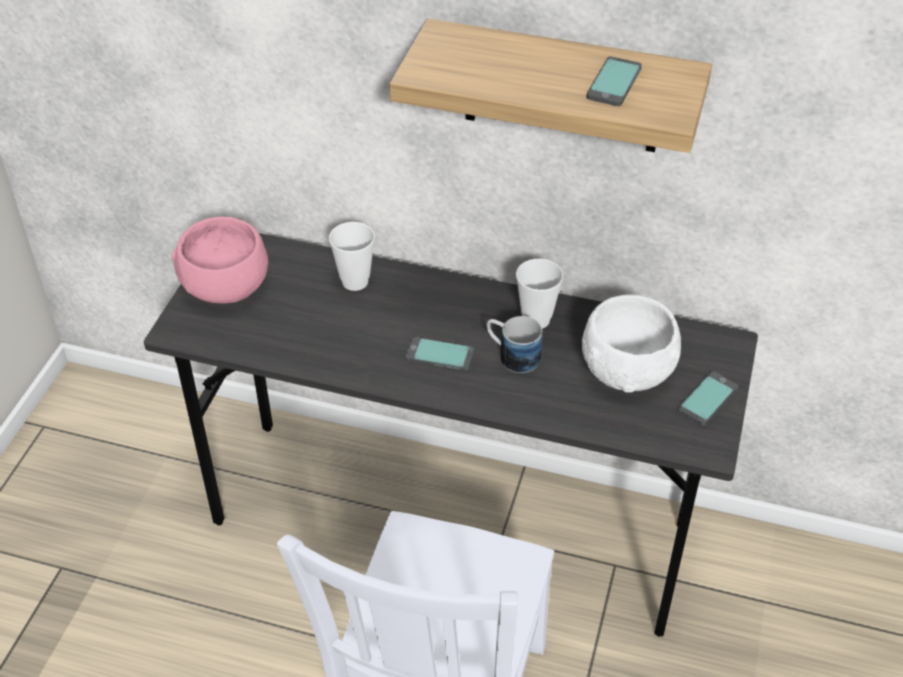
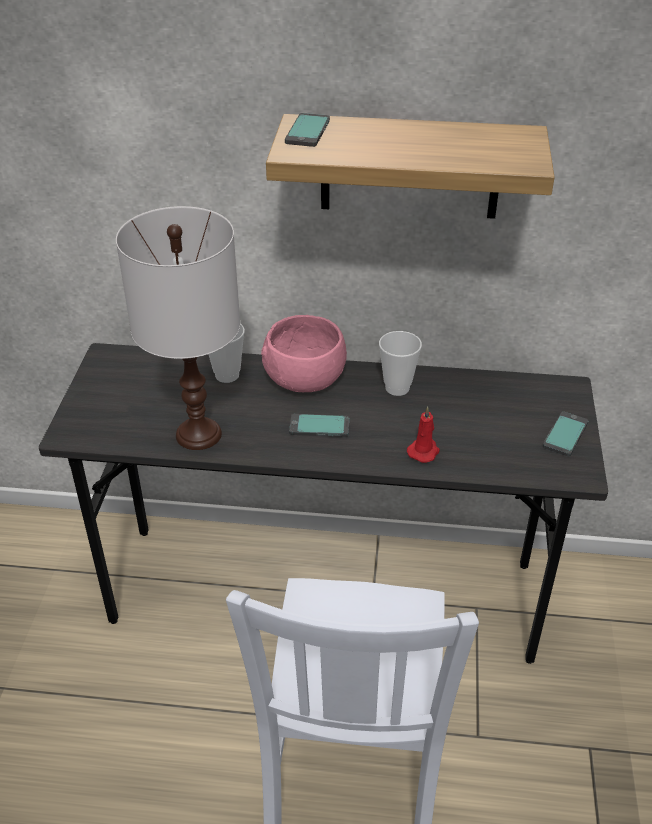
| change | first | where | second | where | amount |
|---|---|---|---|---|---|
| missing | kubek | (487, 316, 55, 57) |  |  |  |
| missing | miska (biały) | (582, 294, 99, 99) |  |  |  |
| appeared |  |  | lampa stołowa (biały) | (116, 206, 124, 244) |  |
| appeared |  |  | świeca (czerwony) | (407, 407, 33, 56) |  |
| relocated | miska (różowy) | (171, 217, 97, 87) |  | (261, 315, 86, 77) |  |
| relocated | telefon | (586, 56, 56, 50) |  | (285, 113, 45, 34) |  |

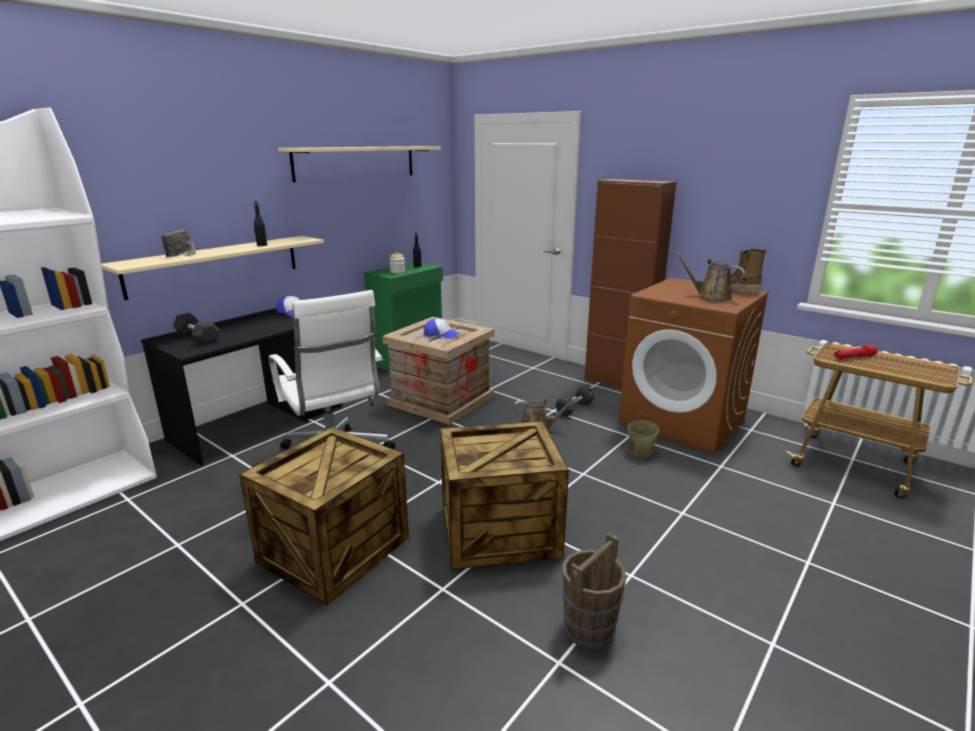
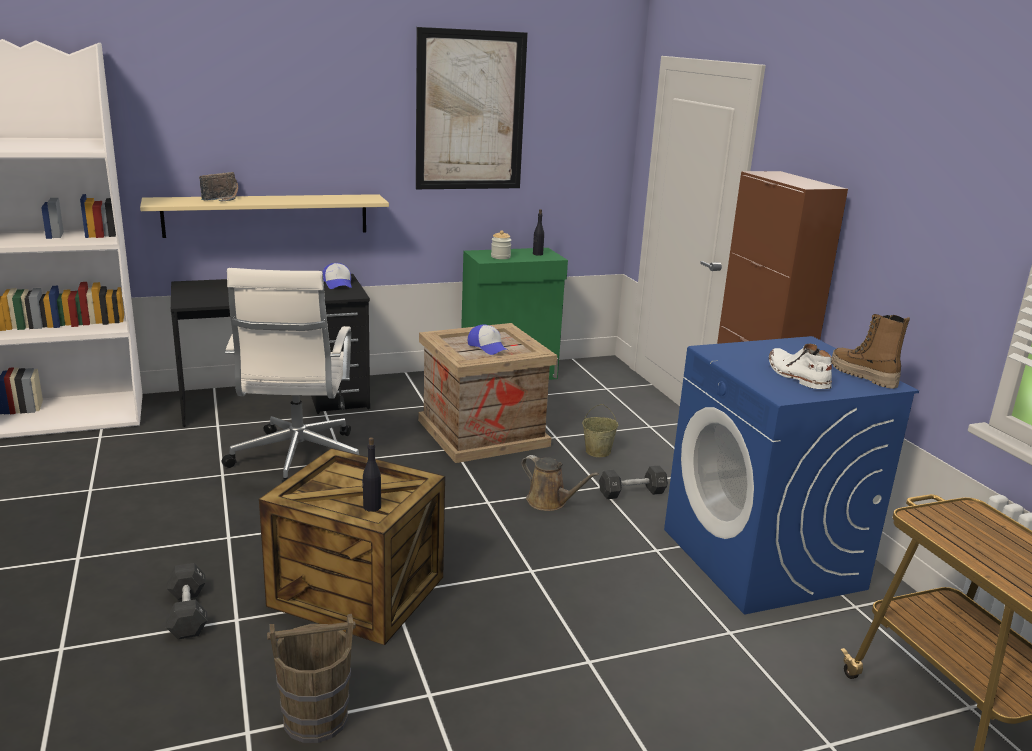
| change | first | where | second | where | amount |
|---|---|---|---|---|---|
| missing | skrzynka | (239, 427, 170, 178) |  |  |  |
| missing | latarka (czerwony) | (834, 345, 44, 14) |  |  |  |
| relocated | hantel (czarny) | (173, 313, 47, 32) |  | (166, 563, 41, 76) |  |
| relocated | butelka (czarny) | (254, 201, 13, 45) |  | (362, 437, 19, 75) |  |
| relocated | wiadro (beżowy) | (628, 411, 31, 46) |  | (582, 404, 36, 53) |  |
| exchanged | półka (beżowy) | (278, 146, 163, 36) | obraz | (416, 27, 112, 162) |  |
| exchanged | konewka (brązowy) | (675, 252, 70, 50) | but z cholewką (biały) | (769, 344, 63, 45) |  |
| colour | pralka (brązowy) | (619, 277, 150, 177) | pralka (niebieski) | (664, 336, 255, 278) |  |

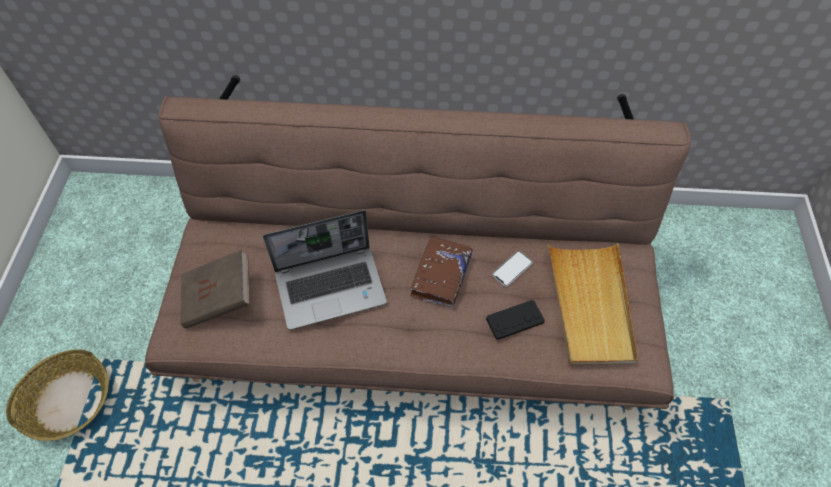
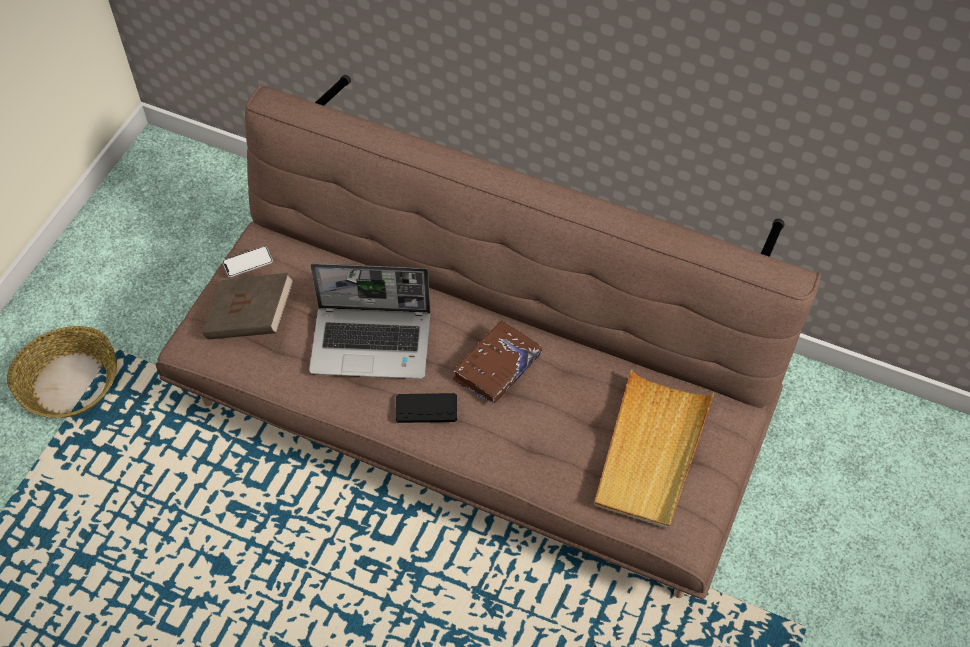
| change | first | where | second | where | amount |
|---|---|---|---|---|---|
| relocated | pad do gier (czarny) | (486, 300, 59, 40) |  | (396, 393, 61, 30) |  |
| relocated | telefon | (492, 251, 41, 36) |  | (222, 246, 51, 31) |  |

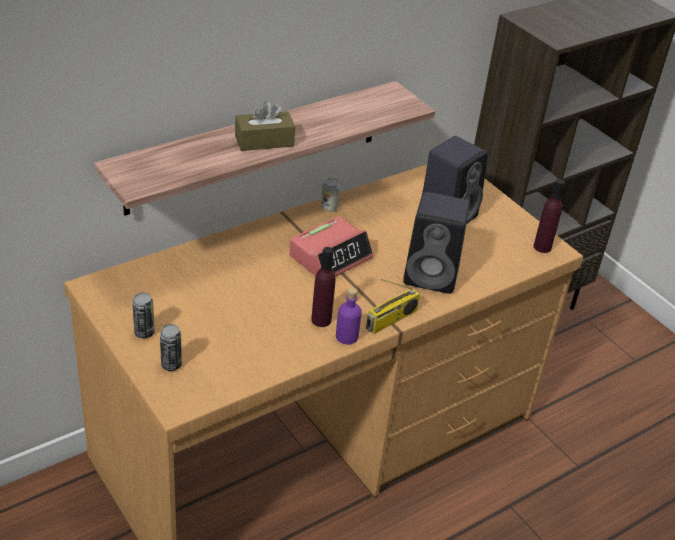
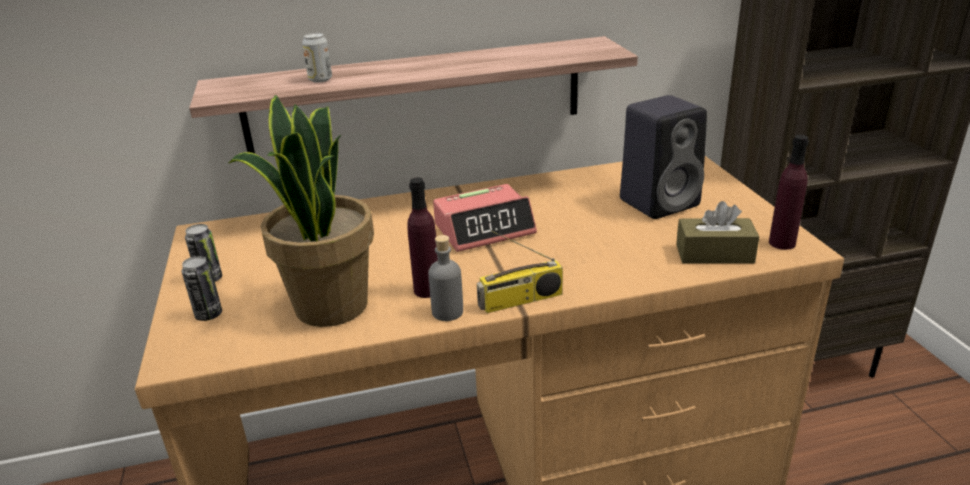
| change | first | where | second | where | amount |
|---|---|---|---|---|---|
| missing | głośnik (czarny) | (403, 192, 67, 102) |  |  |  |
| appeared |  |  | roślina doniczkowa | (229, 95, 145, 232) |  |
| relocated | pudełko chusteczek (brązowy) | (235, 101, 60, 50) |  | (676, 201, 84, 62) |  |
| relocated | puszka | (321, 178, 19, 34) |  | (302, 33, 30, 50) |  |
| colour | butelka (fioletowy) | (336, 287, 26, 58) | butelka (szary) | (428, 235, 35, 86) |  |

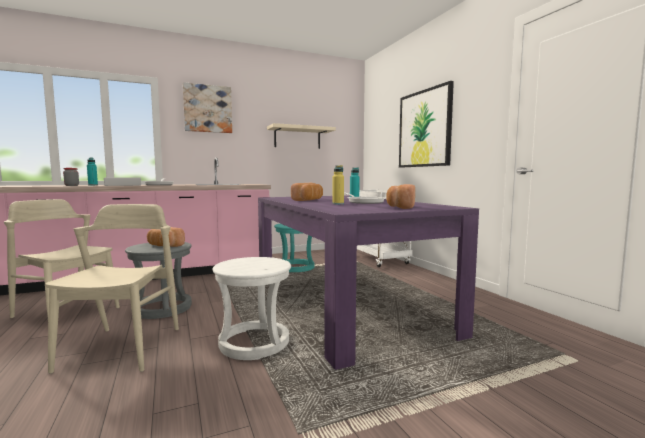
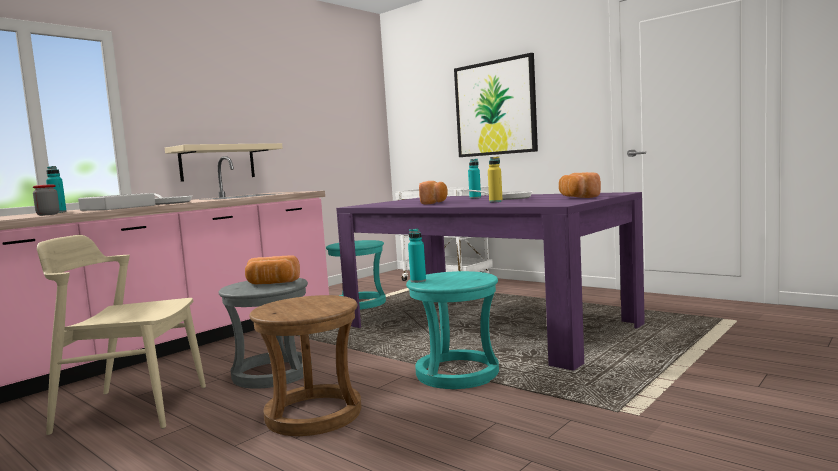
| change | first | where | second | where | amount |
|---|---|---|---|---|---|
| missing | obraz | (183, 82, 49, 51) |  |  |  |
| appeared |  |  | butelka (turkusowy) | (408, 228, 18, 55) |  |
| relocated | półka (beżowy) | (267, 123, 69, 26) |  | (165, 143, 118, 39) |  |
| exchanged | krzesło (beżowy) | (45, 204, 134, 170) | stołek (brązowy) | (249, 295, 112, 141) |  |
| colour | stołek (biały) | (213, 257, 78, 103) | stołek (turkusowy) | (406, 271, 93, 118) |  |

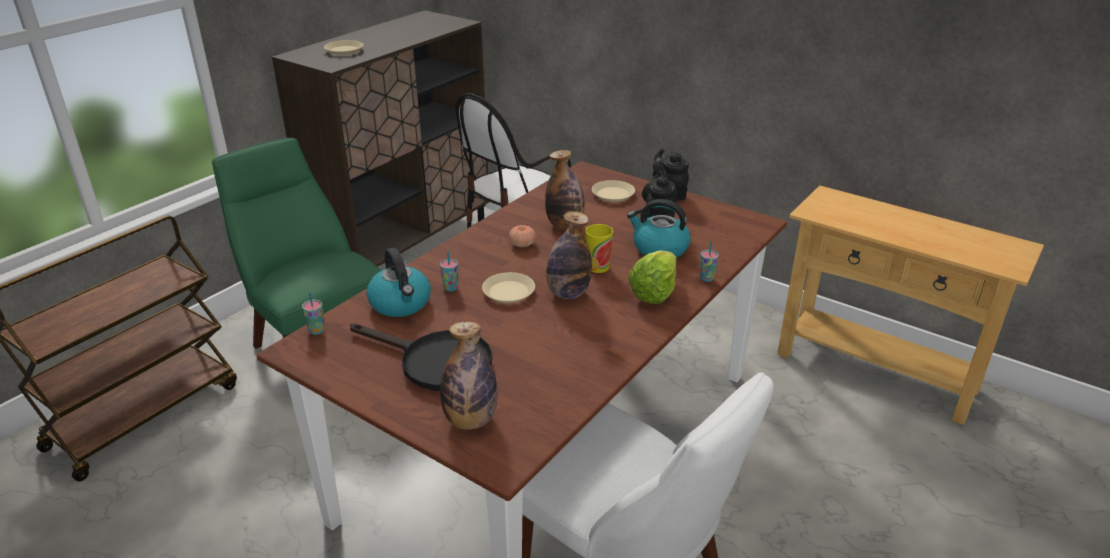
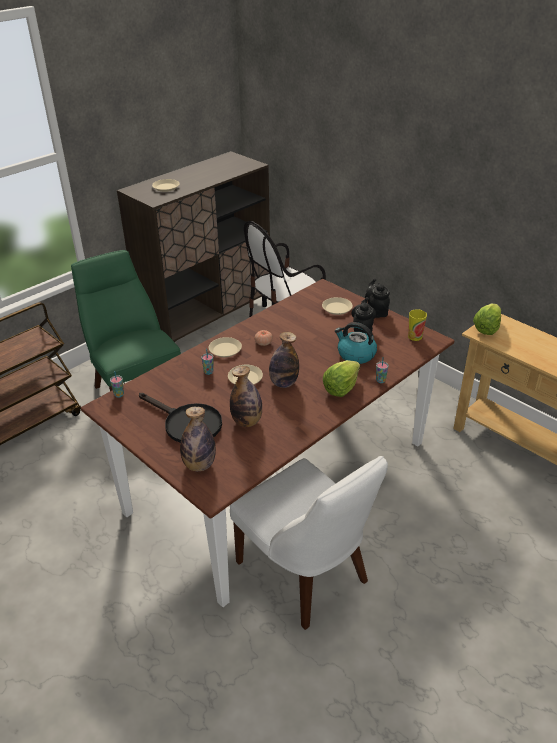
| change | first | where | second | where | amount |
|---|---|---|---|---|---|
| missing | czajnik | (366, 248, 65, 69) |  |  |  |
| appeared |  |  | talerz (beżowy) | (209, 337, 33, 20) |  |
| appeared |  |  | sałata | (473, 303, 28, 32) |  |
| relocated | butelka | (545, 150, 40, 79) |  | (230, 366, 32, 61) |  |
| relocated | filiżanka | (585, 224, 28, 49) |  | (408, 309, 19, 32) |  |

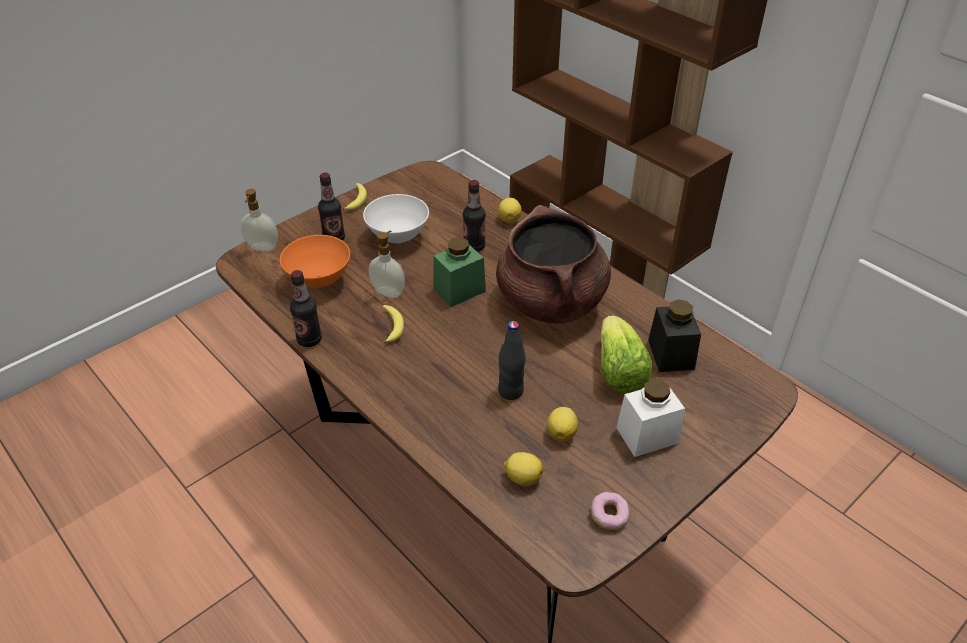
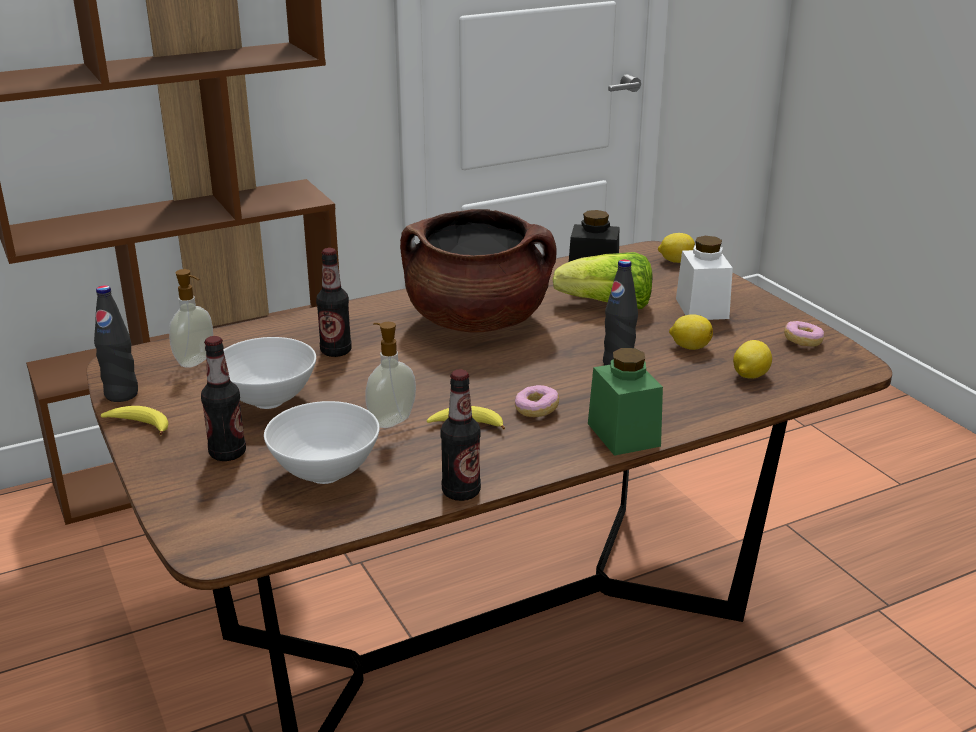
| change | first | where | second | where | amount |
|---|---|---|---|---|---|
| appeared |  |  | butelka (czarny) | (94, 285, 44, 117) |  |
| appeared |  |  | donut | (515, 385, 44, 32) |  |
| relocated | dozownik mydła | (240, 189, 38, 62) |  | (169, 269, 44, 99) |  |
| relocated | słoik (zielony) | (433, 237, 53, 70) |  | (588, 348, 75, 108) |  |
| relocated | cytryna | (498, 198, 24, 25) |  | (658, 233, 37, 30) |  |
| colour | miska (pomarańczowy) | (280, 235, 70, 53) | miska (biały) | (264, 401, 116, 83) |  |

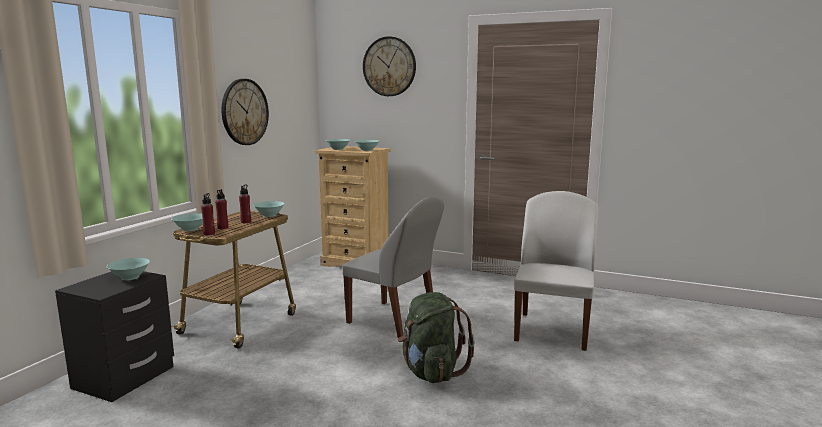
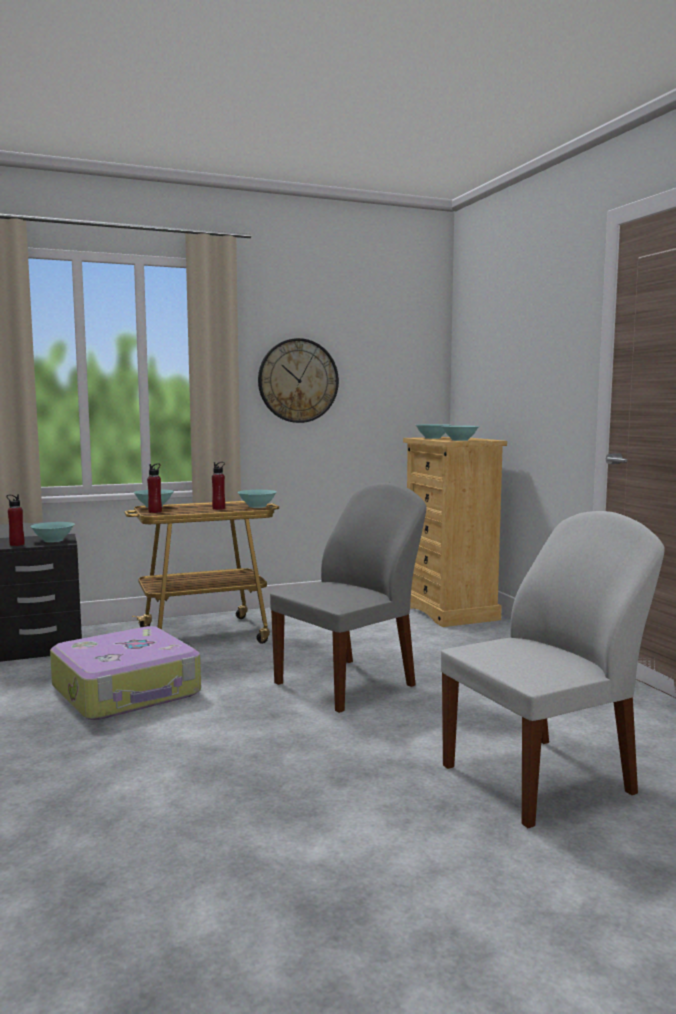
| change | first | where | second | where | amount |
|---|---|---|---|---|---|
| missing | zegar ścienny | (363, 36, 53, 60) |  |  |  |
| missing | plecak (zielony) | (398, 292, 77, 91) |  |  |  |
| appeared |  |  | walizka | (50, 626, 151, 94) |  |
| relocated | butelka (czerwony) | (215, 189, 14, 40) |  | (6, 494, 19, 52) |  |
| spun | krzesło (szary) | (342, 197, 102, 141) |  | (270, 483, 156, 230) | 120 degrees counterclockwise |

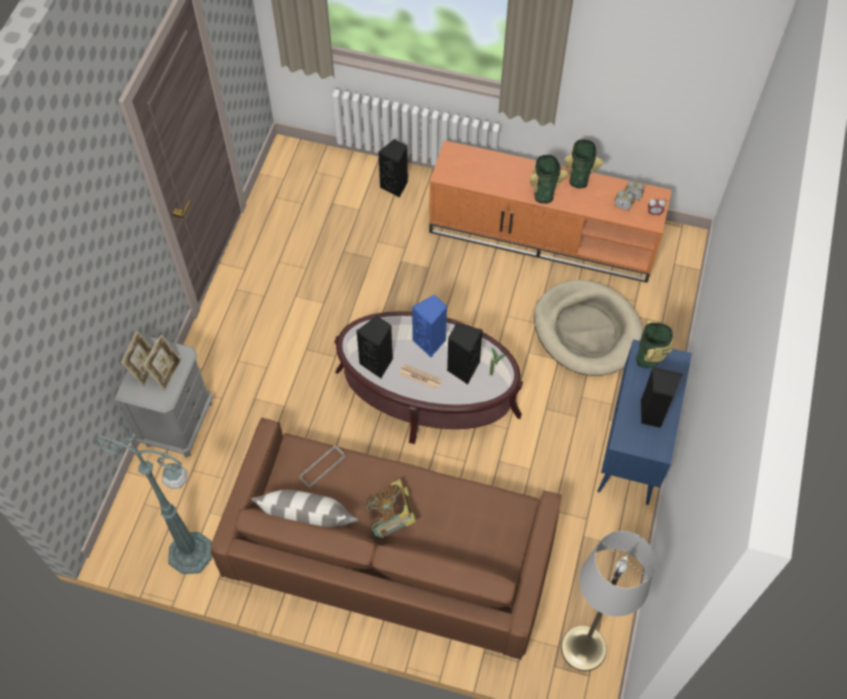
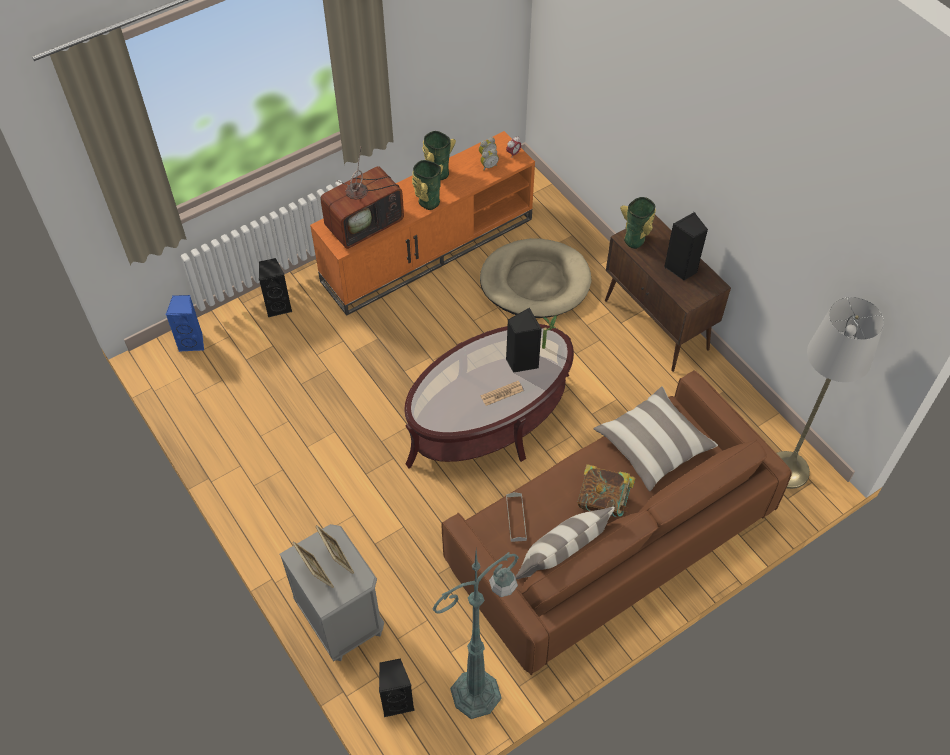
| change | first | where | second | where | amount |
|---|---|---|---|---|---|
| appeared |  |  | telewizor | (320, 147, 84, 102) |  |
| appeared |  |  | poduszka | (593, 386, 125, 105) |  |
| relocated | głośnik (czarny) | (356, 316, 37, 62) |  | (379, 658, 36, 59) |  |
| relocated | głośnik (niebieski) | (412, 295, 35, 62) |  | (166, 295, 38, 56) |  |
| colour | szafka (niebieski) | (597, 339, 95, 166) | szafka (brązowy) | (605, 215, 126, 157) |  |

